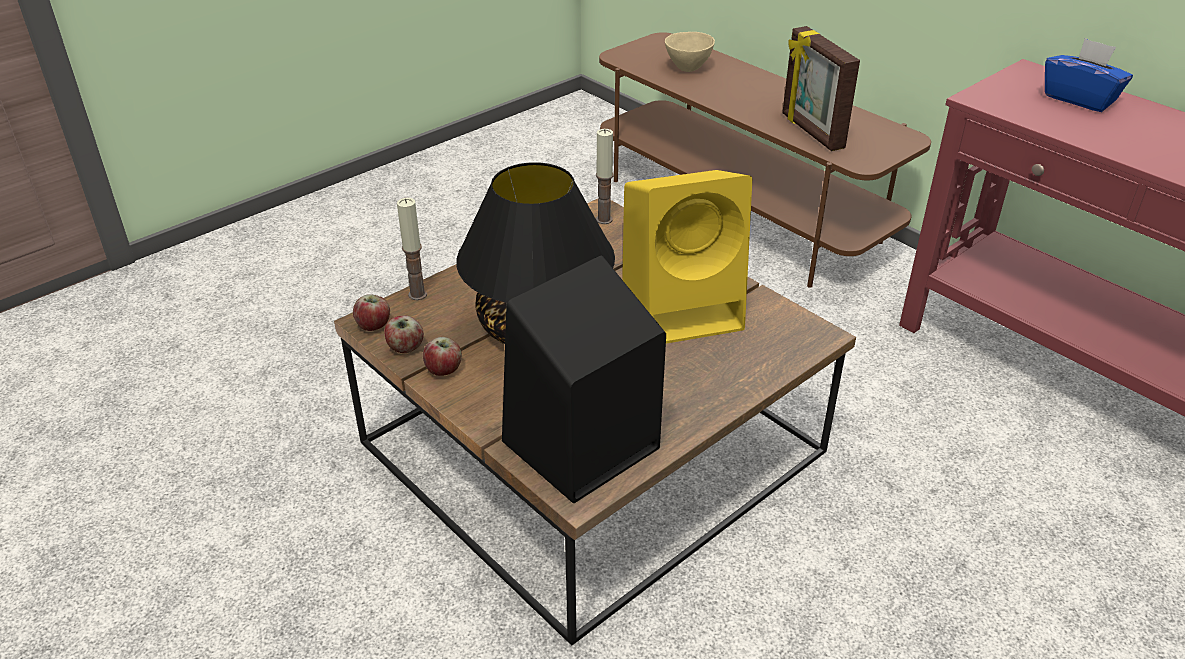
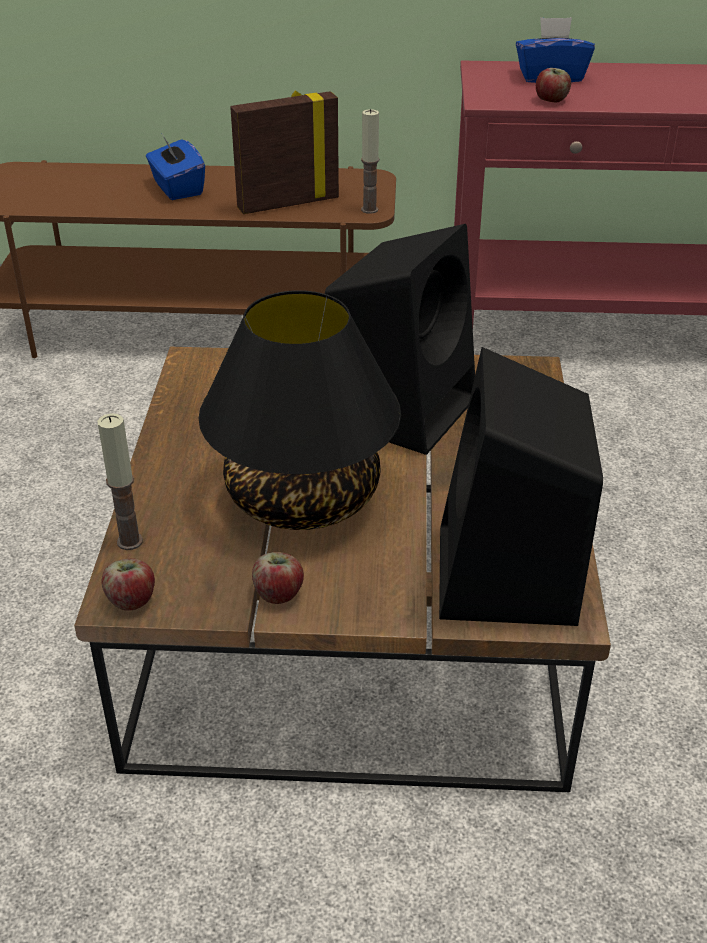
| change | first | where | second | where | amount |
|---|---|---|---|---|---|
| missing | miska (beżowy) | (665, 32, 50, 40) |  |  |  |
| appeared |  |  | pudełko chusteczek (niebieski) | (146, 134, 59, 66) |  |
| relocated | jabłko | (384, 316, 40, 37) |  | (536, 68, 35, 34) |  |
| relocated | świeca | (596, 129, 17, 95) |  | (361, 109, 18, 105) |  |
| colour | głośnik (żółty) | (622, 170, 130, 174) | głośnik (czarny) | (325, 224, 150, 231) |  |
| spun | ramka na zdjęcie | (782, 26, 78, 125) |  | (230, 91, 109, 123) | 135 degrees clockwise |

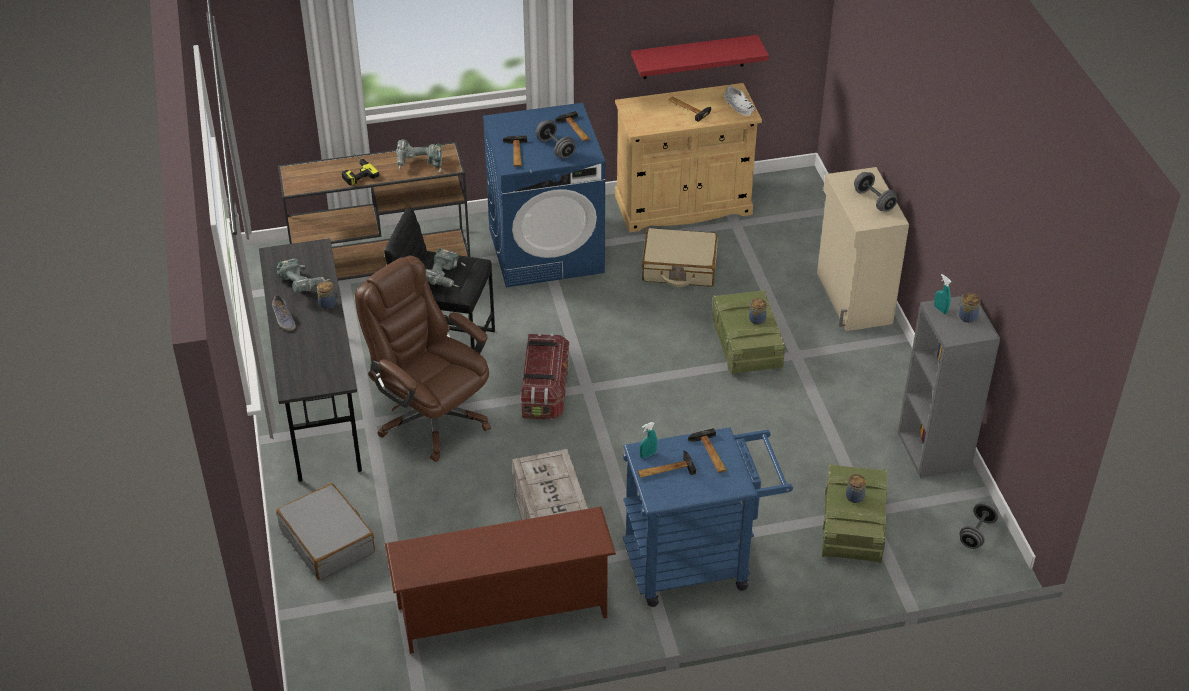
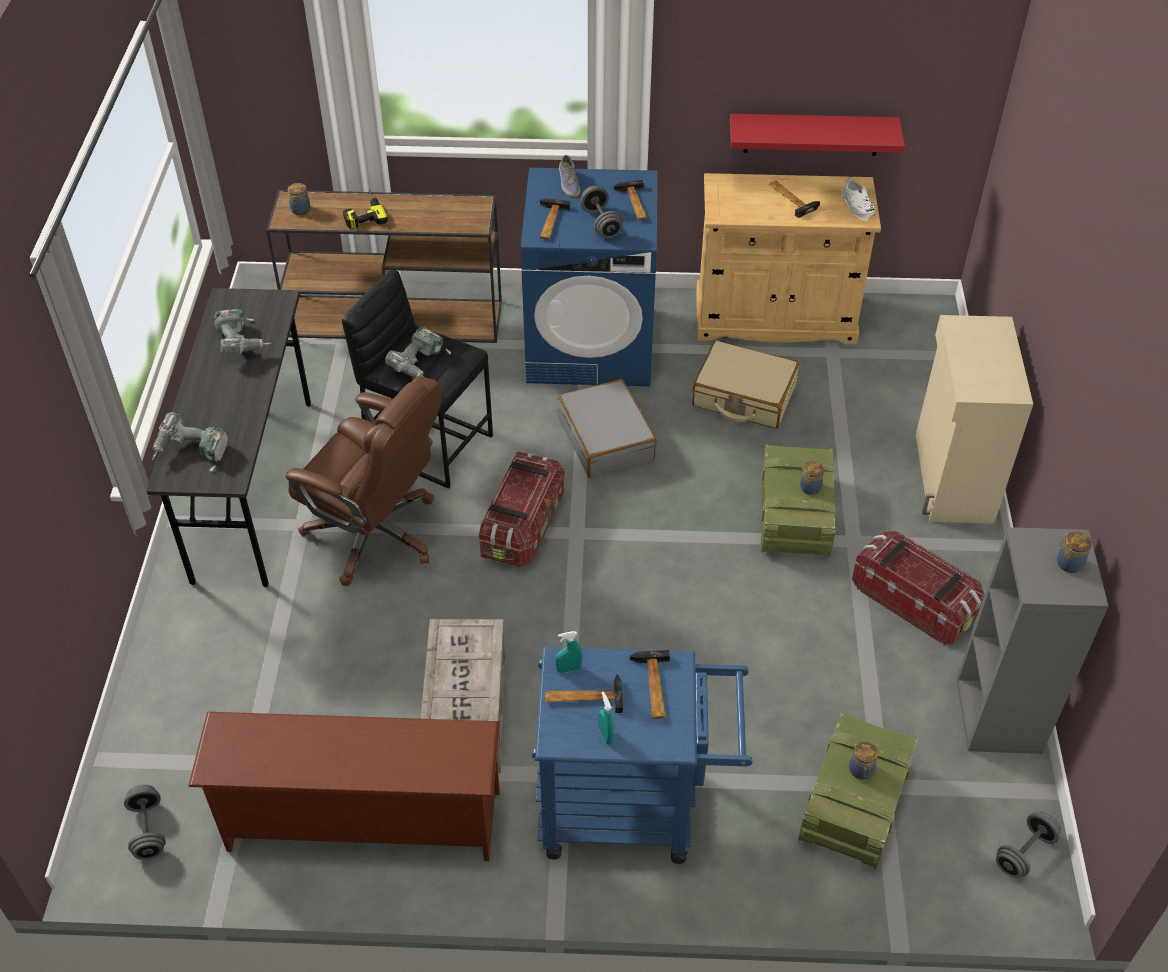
| change | first | where | second | where | amount |
|---|---|---|---|---|---|
| appeared |  |  | pojemnik do przechowywania | (852, 531, 132, 114) |  |
| relocated | but | (272, 295, 23, 36) |  | (559, 155, 21, 42) |  |
| relocated | walizka (szary) | (276, 483, 99, 97) |  | (557, 379, 100, 99) |  |
| relocated | słoik | (317, 281, 19, 28) |  | (288, 183, 22, 32) |  |
| relocated | wiertarka | (396, 139, 46, 34) |  | (152, 412, 76, 60) |  |
| relocated | hantel (szary) | (854, 172, 43, 40) |  | (124, 785, 42, 75) |  |
| relocated | spryskiwacz (turkusowy) | (934, 274, 17, 40) |  | (598, 691, 16, 54) |  |
| spun | krzesło biurowe (brązowy) | (355, 255, 136, 207) |  | (286, 376, 155, 210) | 150 degrees clockwise |

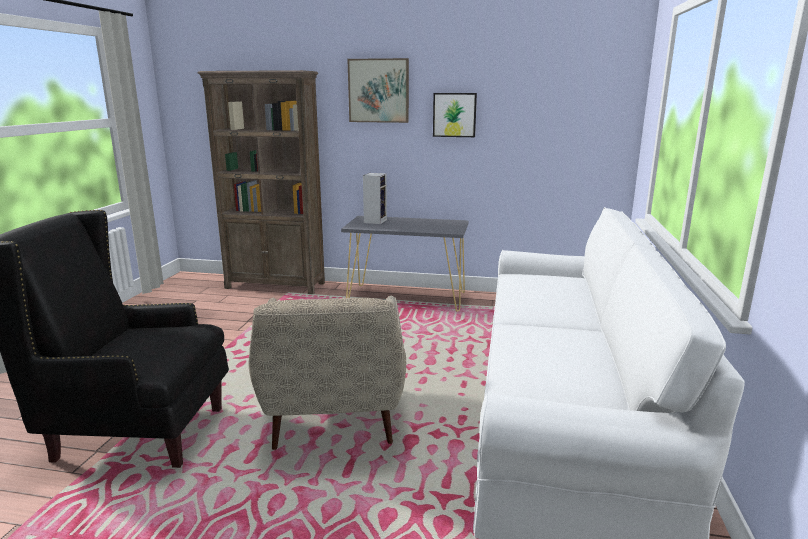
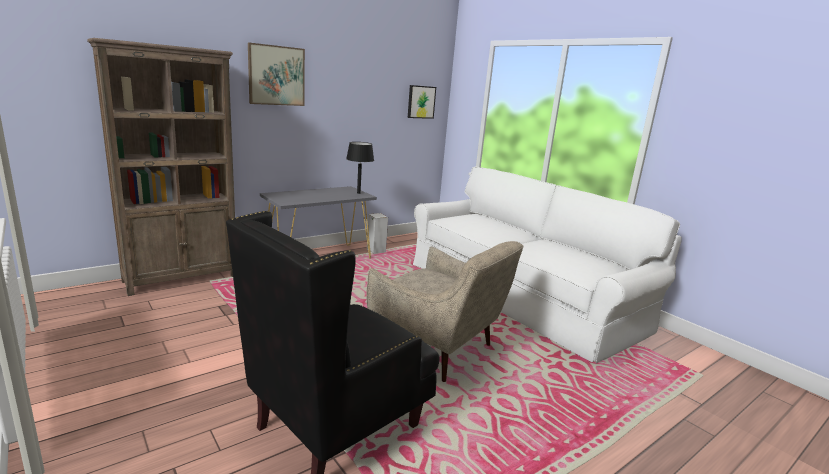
| change | first | where | second | where | amount |
|---|---|---|---|---|---|
| appeared |  |  | lampa stołowa (czarny) | (346, 142, 28, 52) |  |
| relocated | głośnik | (363, 173, 24, 51) |  | (367, 213, 21, 41) |  |
| relocated | obraz | (433, 93, 44, 44) |  | (408, 85, 28, 34) |  |

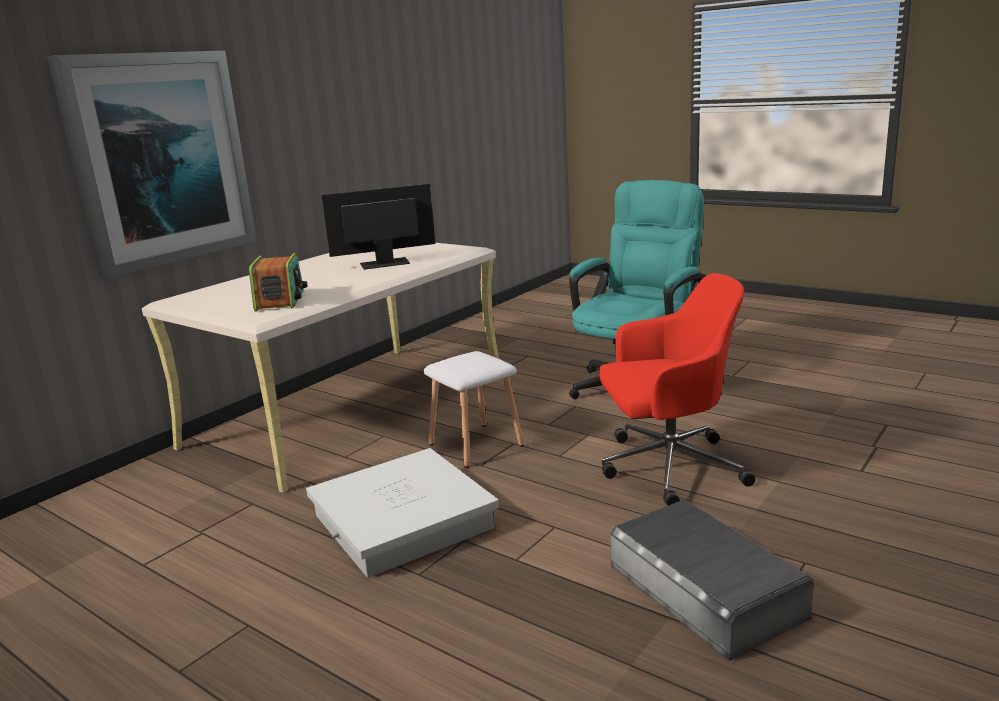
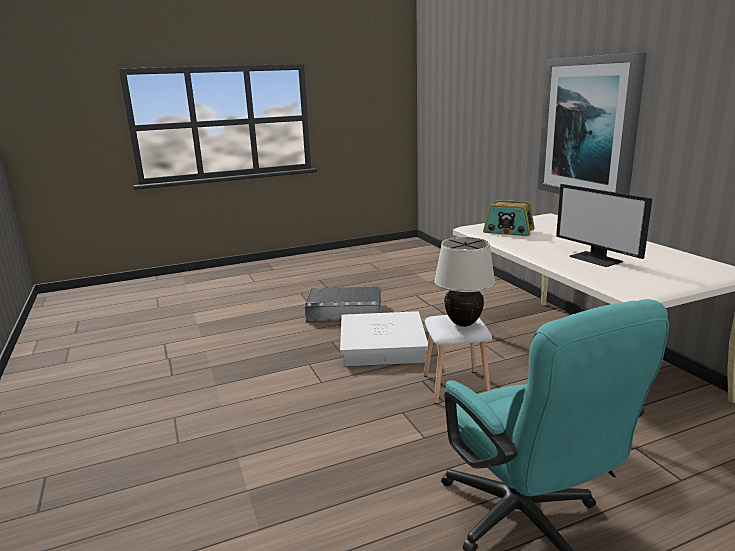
| change | first | where | second | where | amount |
|---|---|---|---|---|---|
| missing | krzesło biurowe (czerwony) | (599, 273, 156, 233) |  |  |  |
| appeared |  |  | lampa stołowa (beżowy) | (434, 237, 62, 90) |  |
| relocated | pojemnik do przechowywania (szary) | (610, 500, 204, 160) |  | (305, 287, 76, 35) |  |
| spun | monitor | (321, 184, 114, 86) |  | (556, 184, 97, 83) | 135 degrees clockwise |

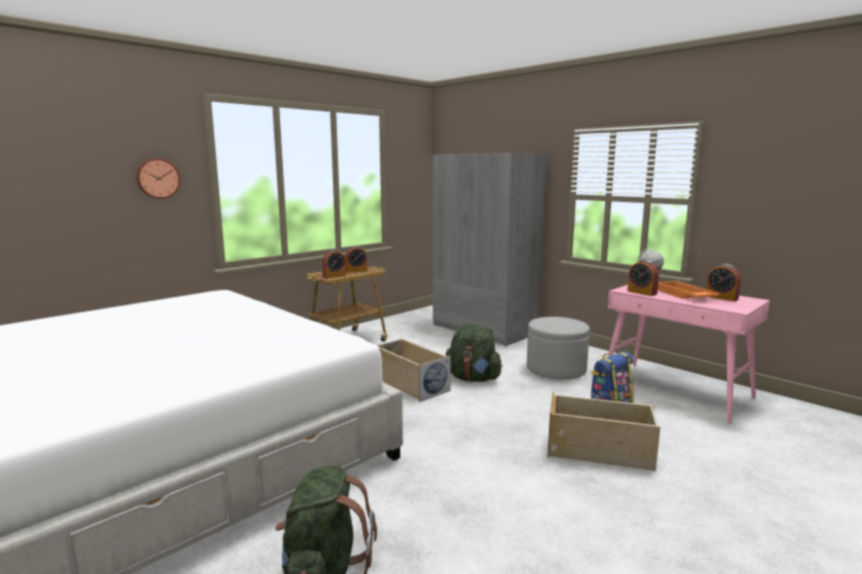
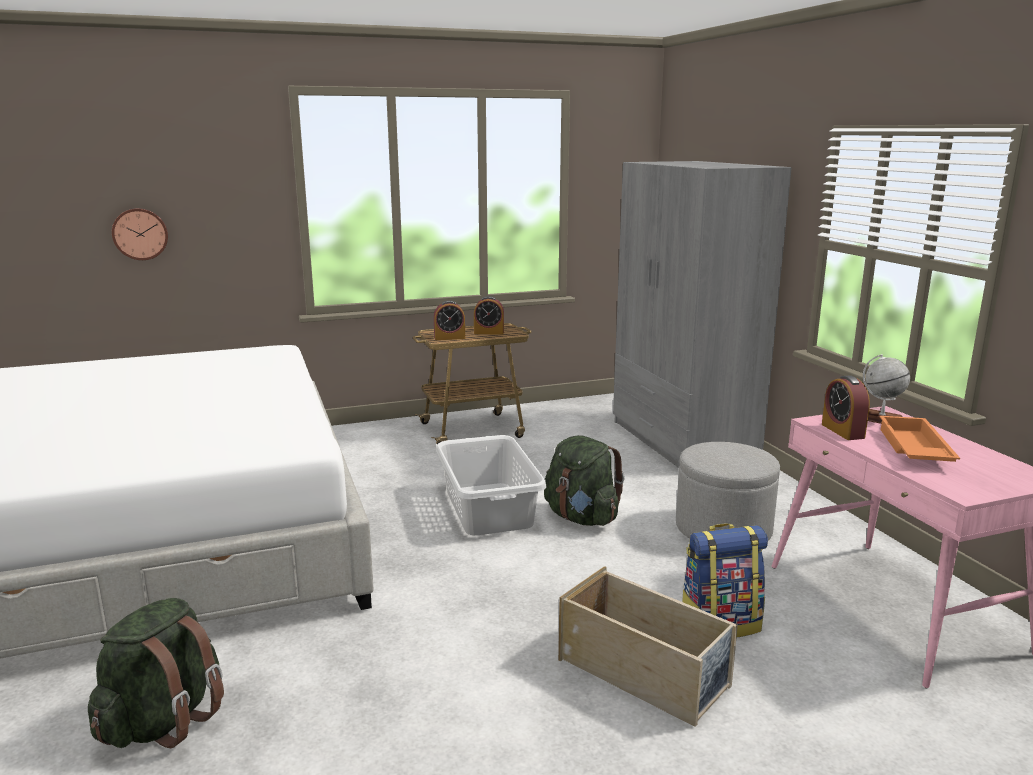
| change | first | where | second | where | amount |
|---|---|---|---|---|---|
| missing | budzik | (706, 264, 35, 38) |  |  |  |
| relocated | zegar ścienny | (136, 158, 44, 41) |  | (112, 208, 56, 52) |  |
| exchanged | pojemnik do przechowywania (beżowy) | (376, 338, 75, 64) | kosz na pranie (szary) | (436, 435, 111, 100) |  |

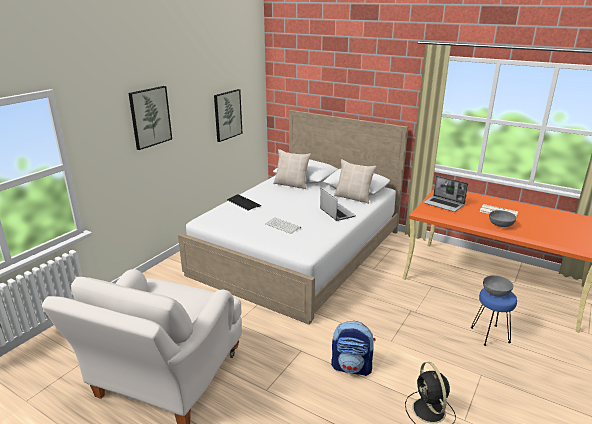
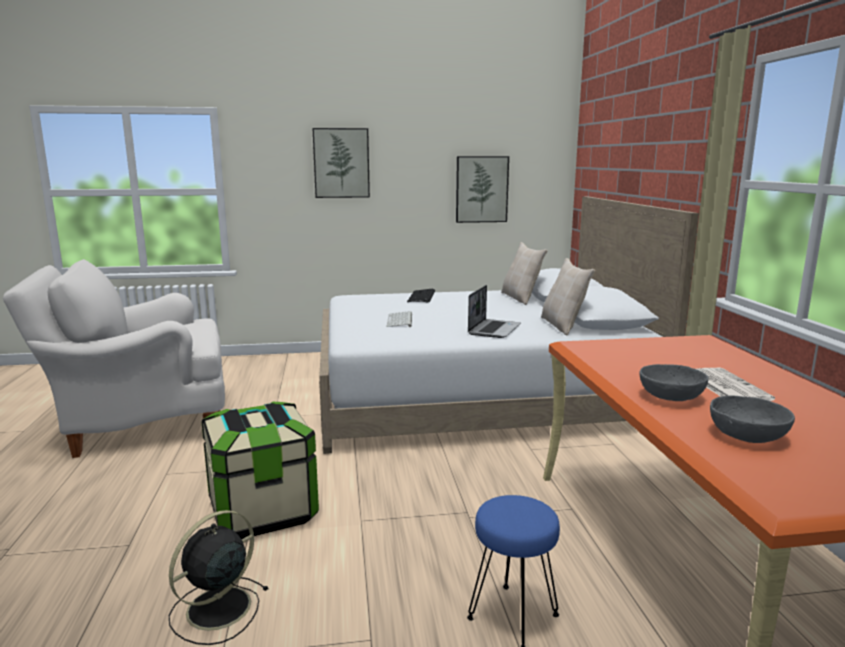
| change | first | where | second | where | amount |
|---|---|---|---|---|---|
| missing | laptop | (423, 176, 45, 36) |  |  |  |
| relocated | miska (szary) | (483, 275, 31, 22) |  | (710, 395, 85, 48) |  |
| exchanged | plecak | (331, 321, 45, 55) | pojemnik do przechowywania | (202, 402, 117, 137) |  |

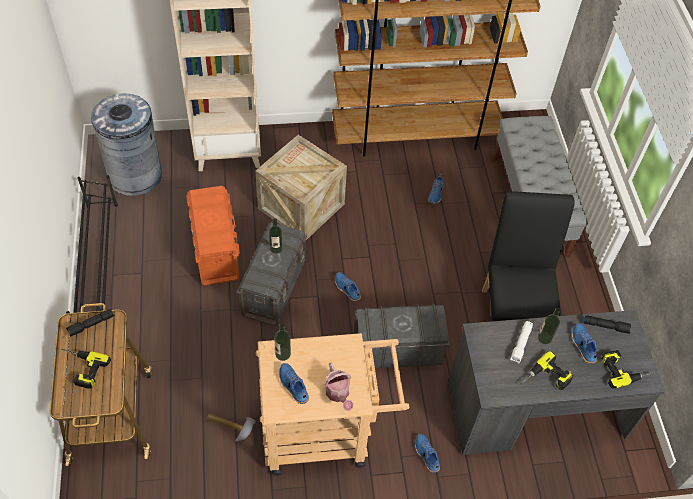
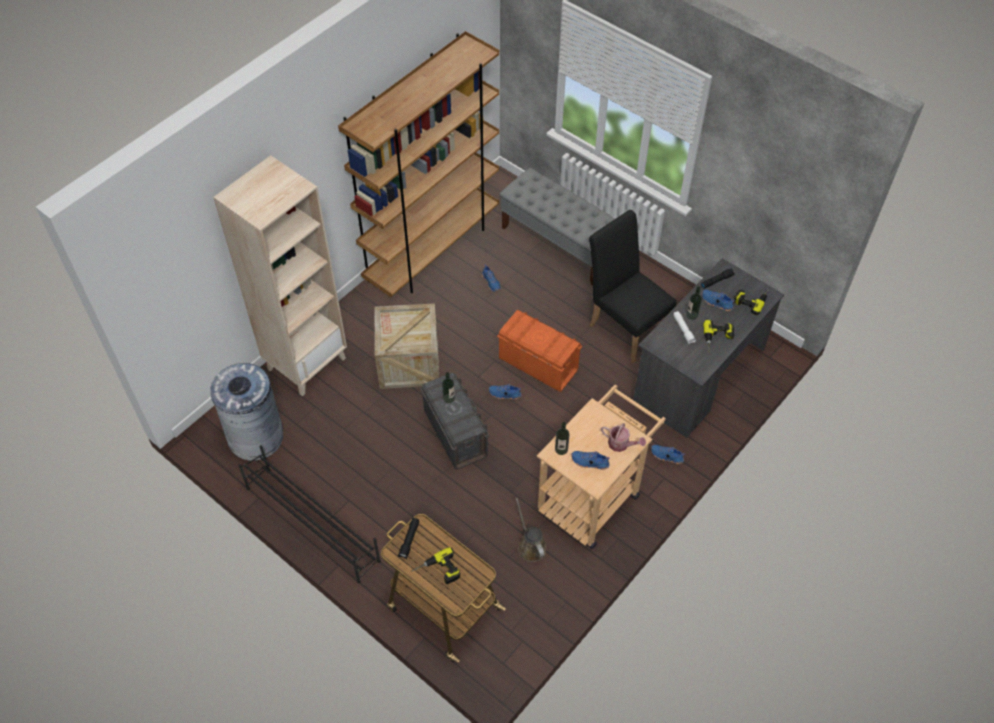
| change | first | where | second | where | amount |
|---|---|---|---|---|---|
| missing | pojemnik do przechowywania (szary) | (354, 303, 96, 65) |  |  |  |
| relocated | pojemnik do przechowywania (pomarańczowy) | (186, 186, 54, 99) |  | (497, 310, 85, 82) |  |
| exchanged | młotek | (207, 414, 49, 27) | konewka (brązowy) | (515, 498, 31, 64) |  |

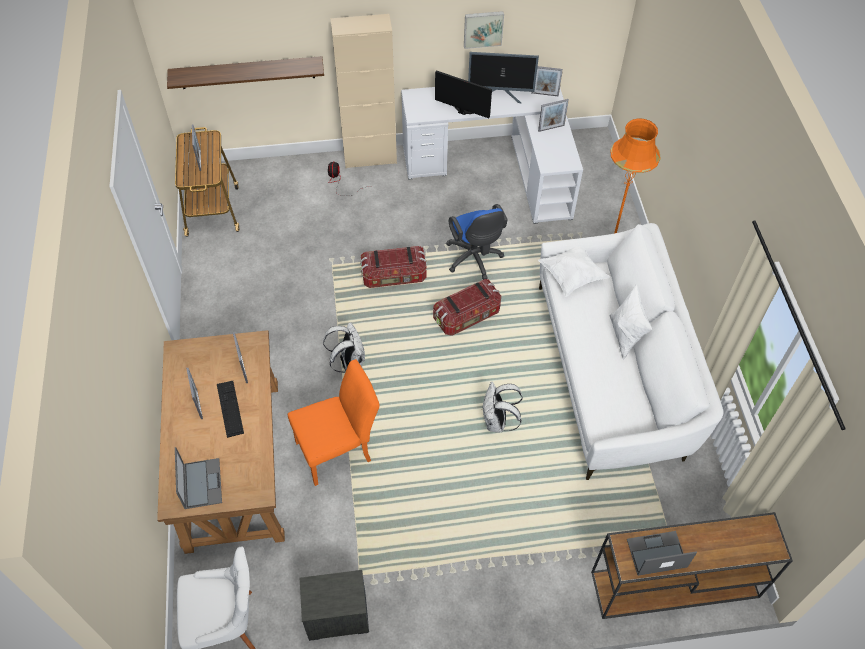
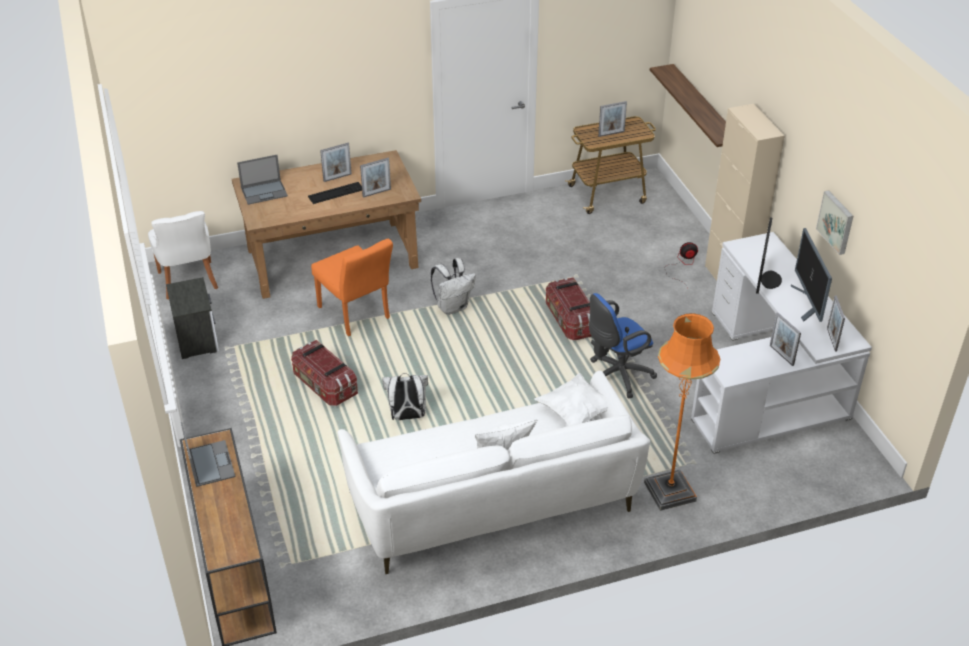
| change | first | where | second | where | amount |
|---|---|---|---|---|---|
| relocated | pojemnik do przechowywania | (433, 279, 68, 57) |  | (291, 340, 67, 66) |  |

